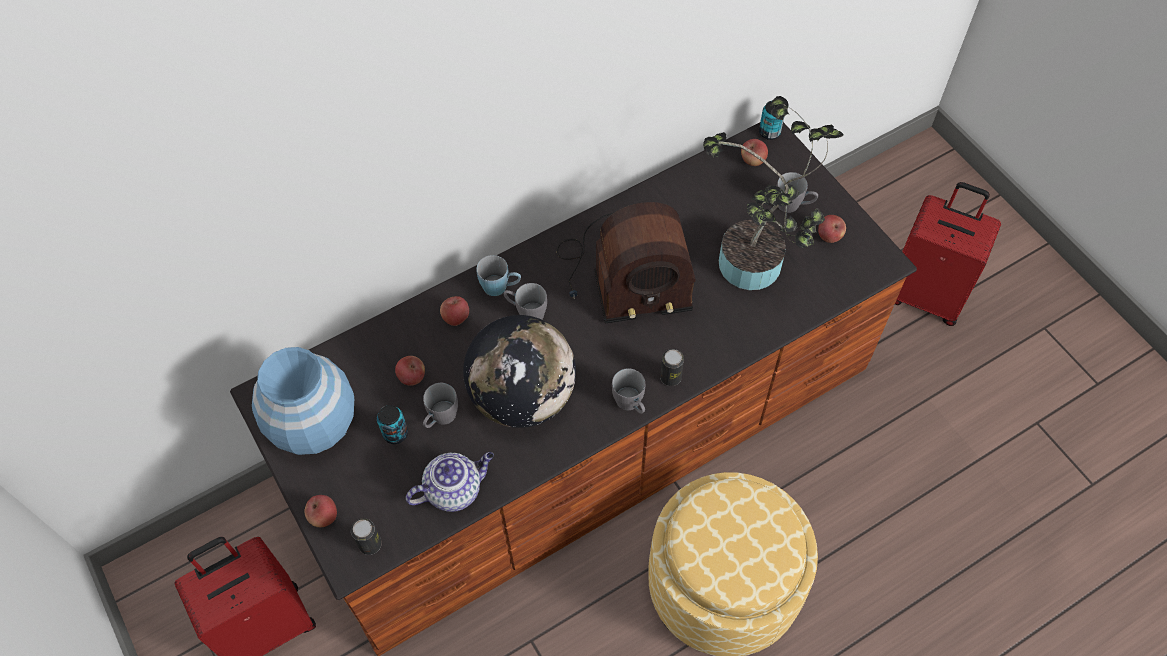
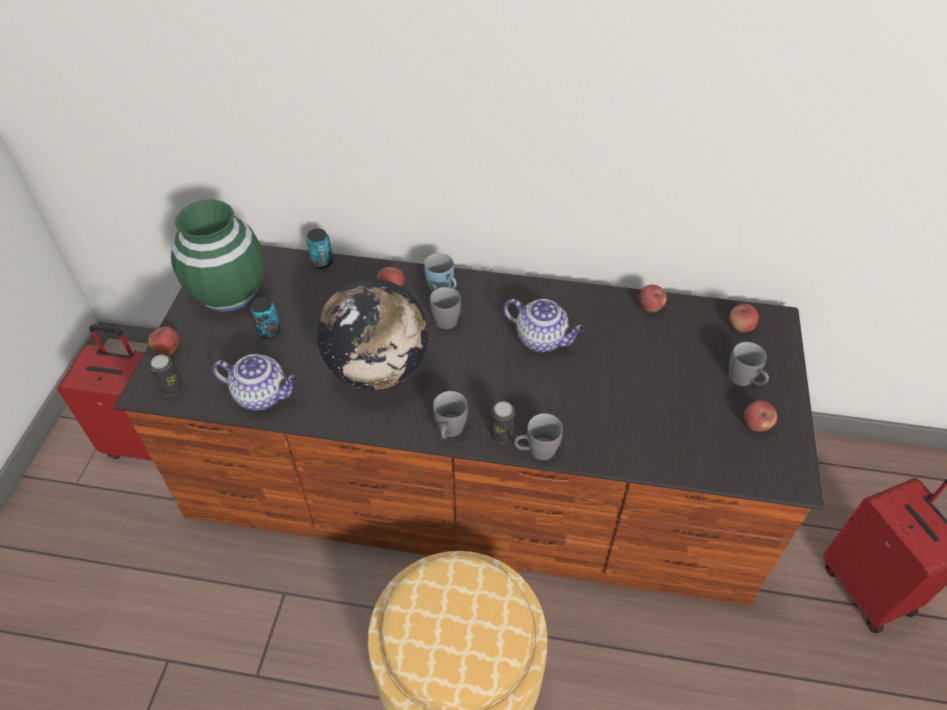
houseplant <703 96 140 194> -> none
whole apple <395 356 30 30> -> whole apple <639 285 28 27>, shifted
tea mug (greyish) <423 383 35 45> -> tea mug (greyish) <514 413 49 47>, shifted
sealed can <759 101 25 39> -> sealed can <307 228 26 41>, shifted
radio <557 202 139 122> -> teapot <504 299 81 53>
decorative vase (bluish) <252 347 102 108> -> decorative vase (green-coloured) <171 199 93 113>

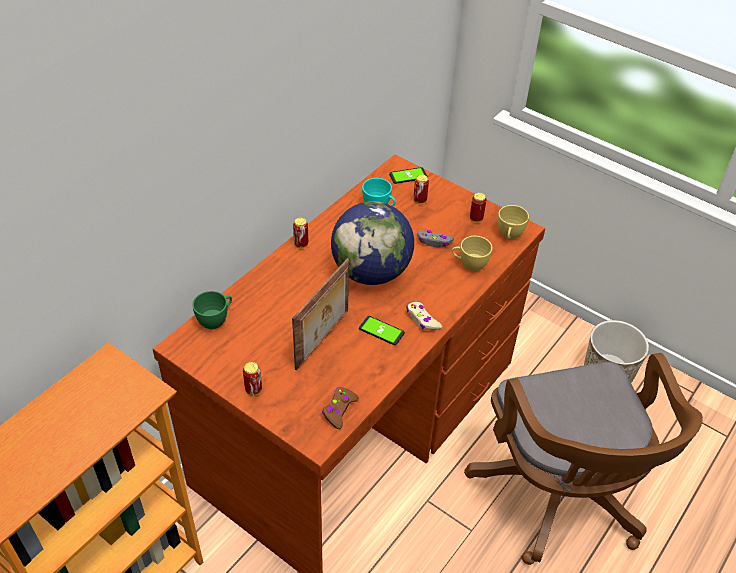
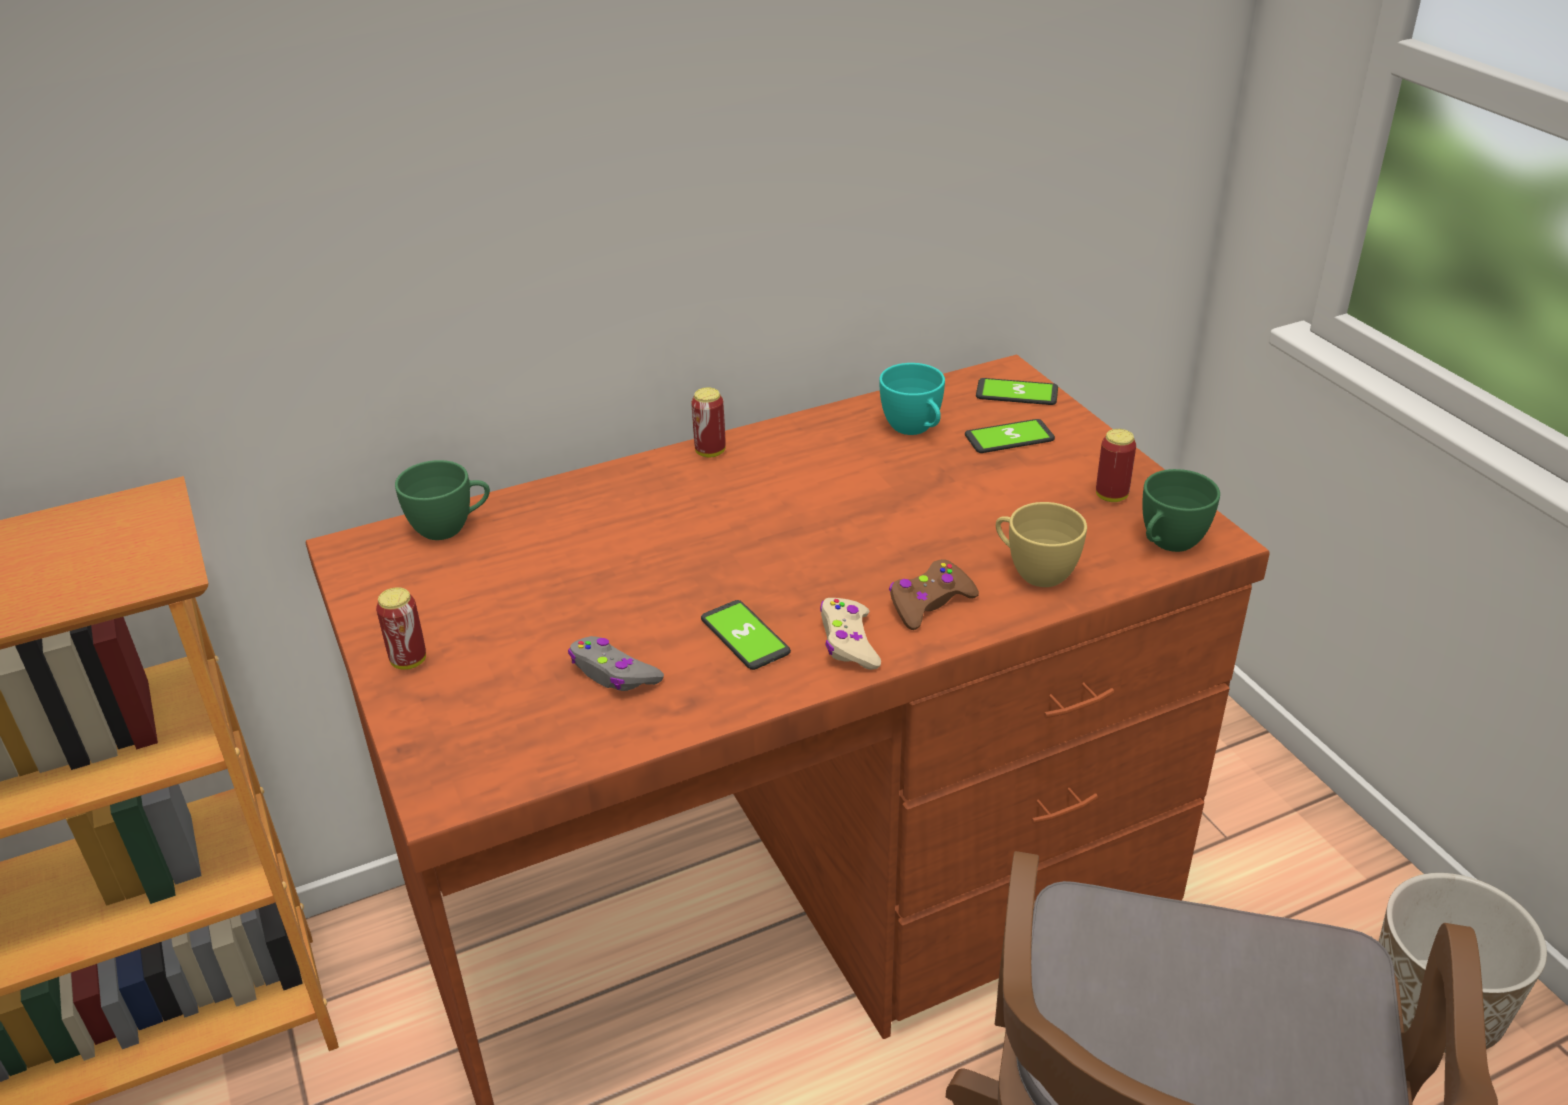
picture frame <292 258 57 112> -> none
desk globe <331 201 83 84> -> none
game controller (brown) <322 387 37 42> -> game controller (brown) <889 559 90 71>, shifted
game controller (greyish) <418 230 36 17> -> game controller (greyish) <568 636 96 55>, shifted
sealed can <413 175 16 29> -> phone <965 419 90 34>
drinking cup (yellowish) <498 205 31 34> -> drinking cup (green-coloured) <1142 469 78 83>

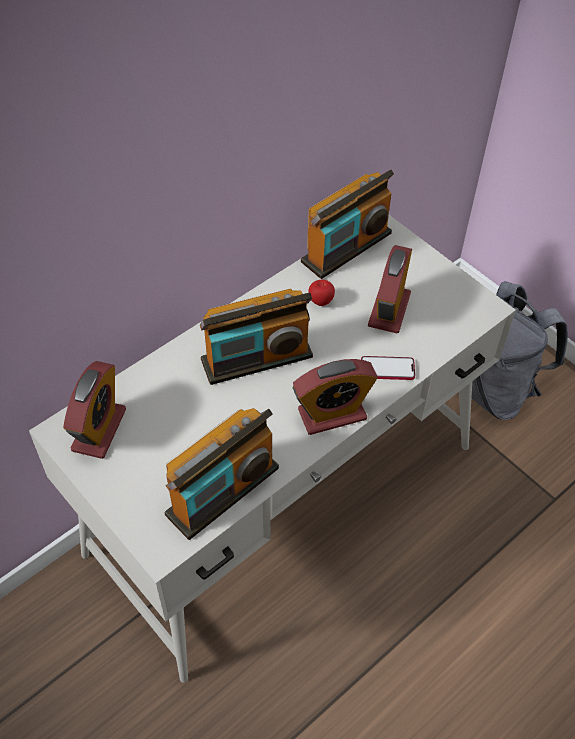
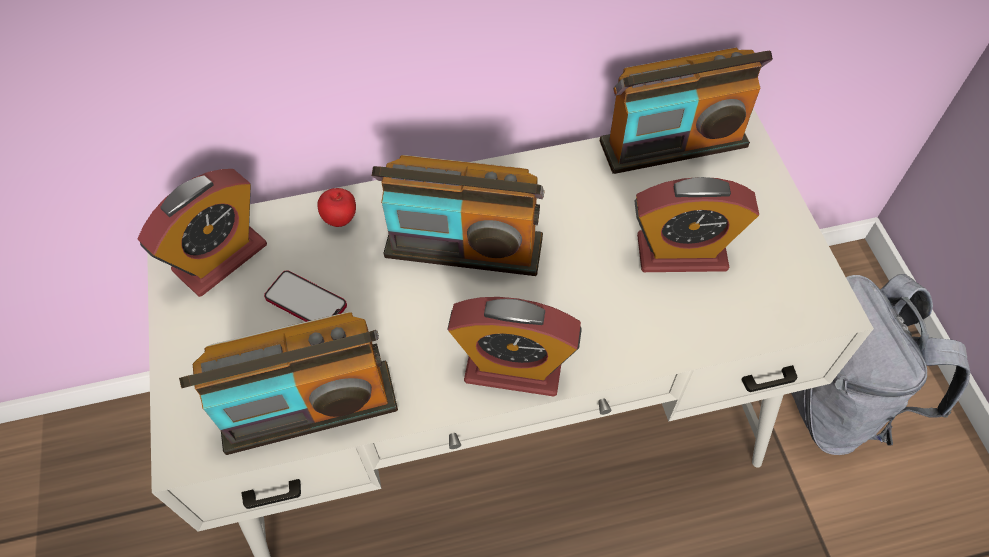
whole apple <309 280 26 26> -> whole apple <317 188 39 39>, shifted
phone <361 356 54 24> -> phone <264 270 83 52>, shifted
alarm clock <368 245 44 88> -> alarm clock <634 177 125 95>, 135 degrees counterclockwise

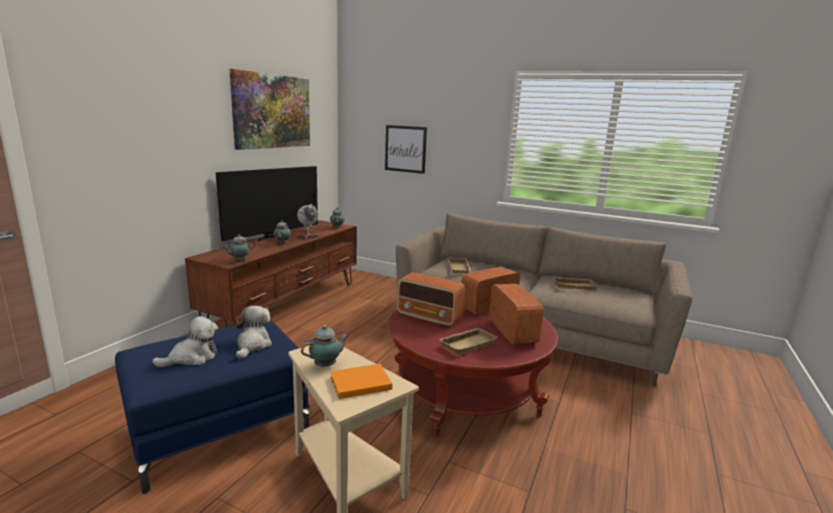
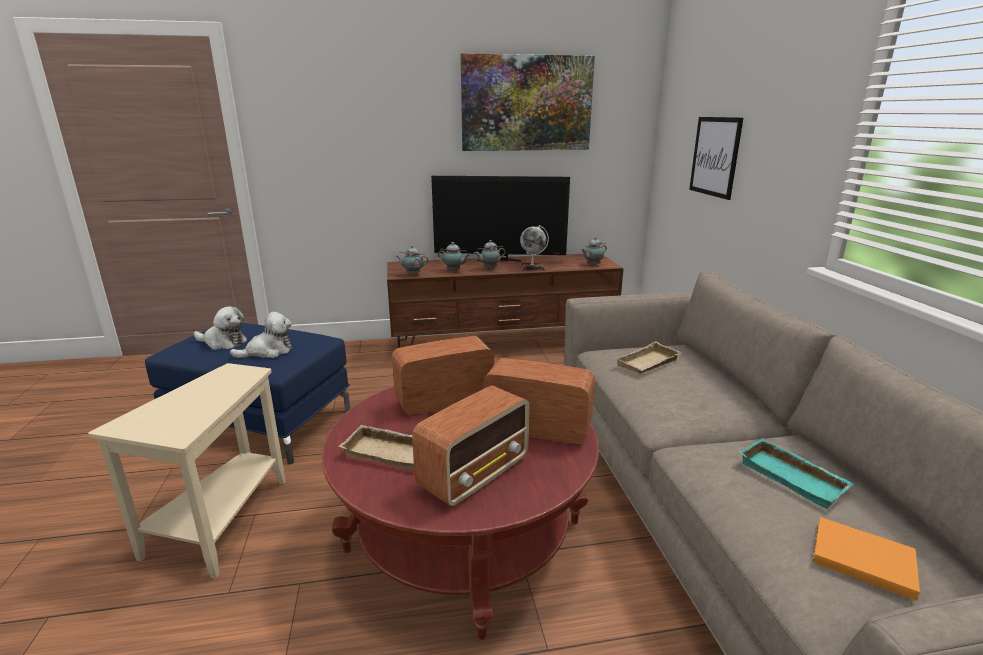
teapot <301 325 49 42> -> teapot <438 242 32 29>, shifted
bound book (orange-coloured) <330 364 62 35> -> bound book (orange-coloured) <813 517 107 84>, shifted
carrying tray (sand-coloured) <553 277 45 13> -> carrying tray (blue-green) <739 438 116 71>
radio <397 272 68 55> -> radio <392 336 102 80>, 75 degrees clockwise

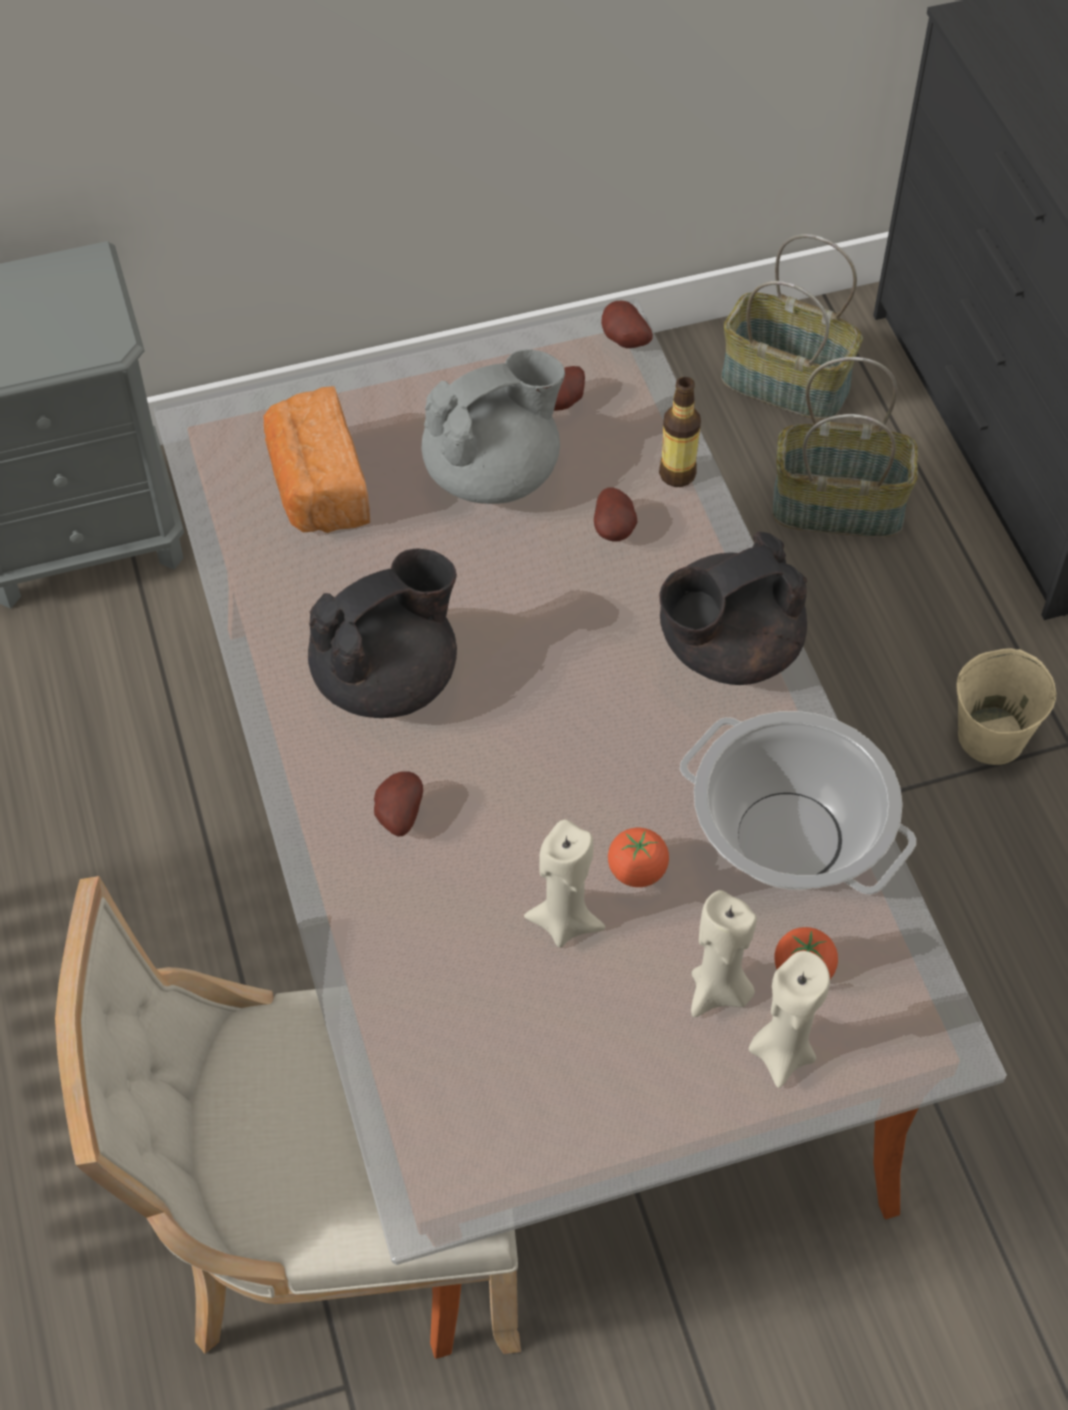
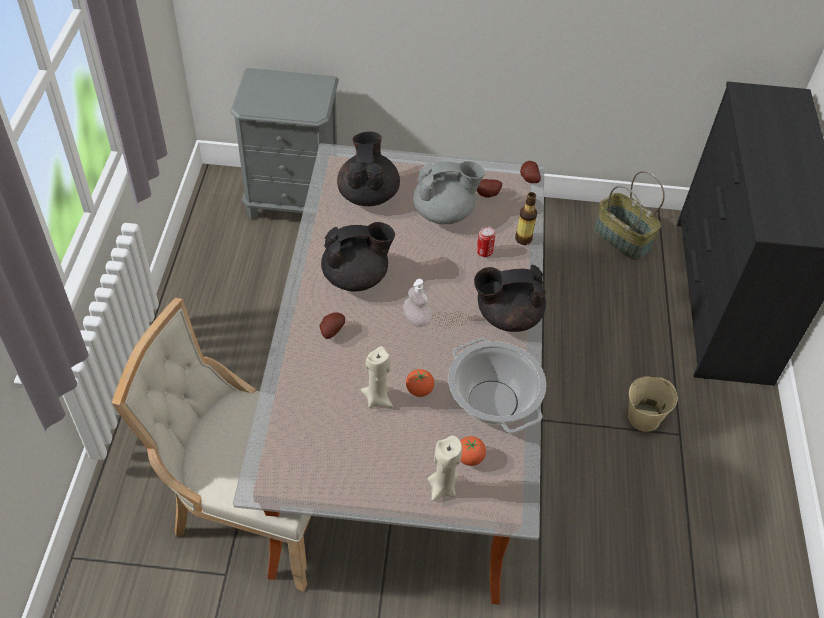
wax candle (sand-coloured) <691 890 66 127> -> none
household basket <772 357 146 180> -> none
none -> soap dispenser <403 279 29 48>
bread <264 386 106 147> -> teapot (black-coloured) <337 132 63 74>
potato <594 487 43 54> -> sealed can <477 226 18 31>

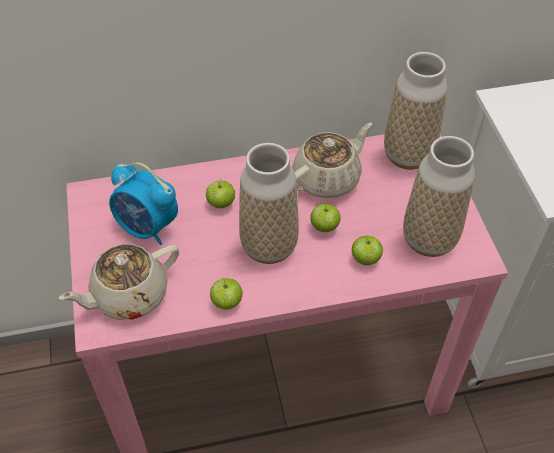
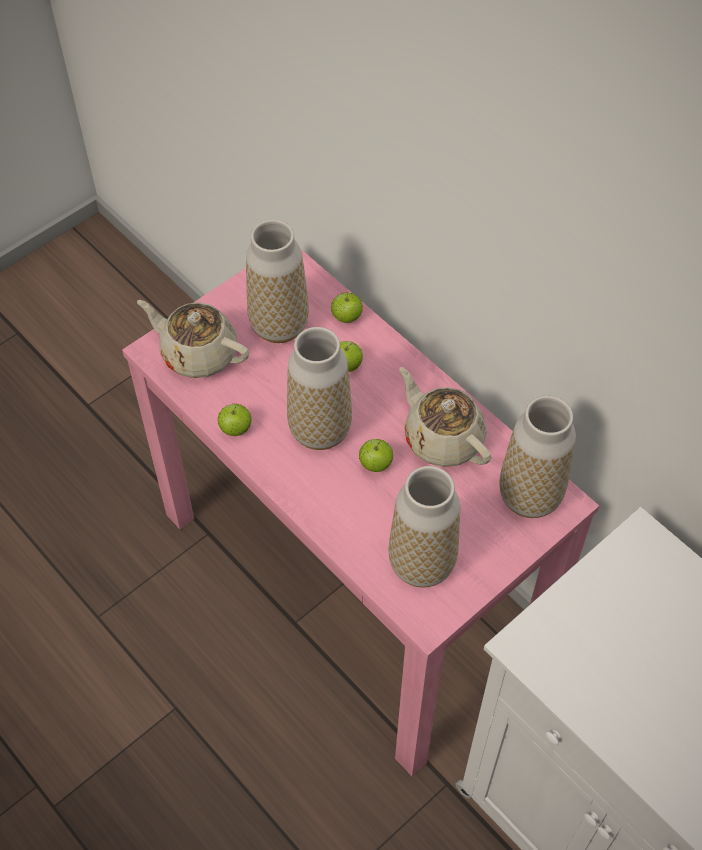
whole apple <352 235 31 30> -> whole apple <331 292 32 31>, shifted
alarm clock <109 162 69 83> -> decorative vase <246 219 63 124>
teapot (sand-coloured) <292 123 80 75> -> teapot (sand-coloured) <399 367 92 100>, 150 degrees counterclockwise

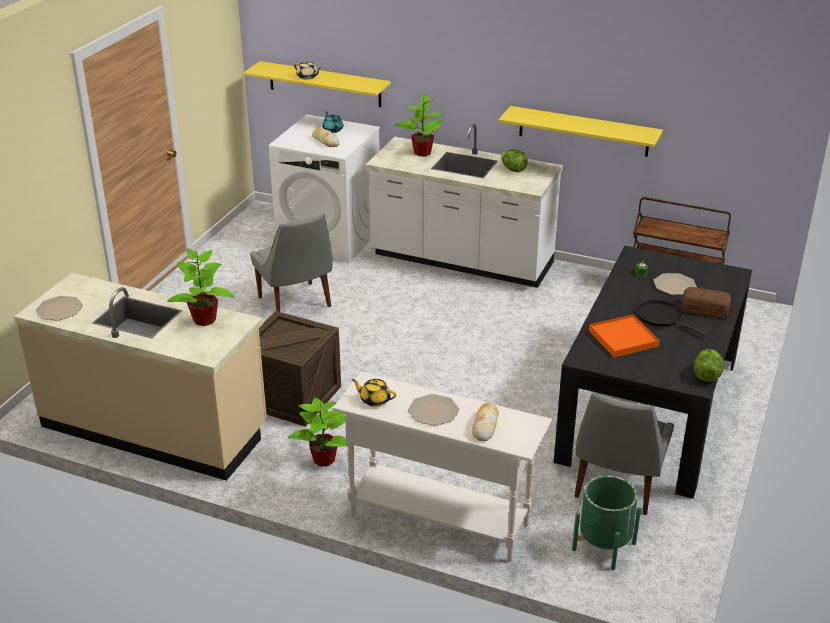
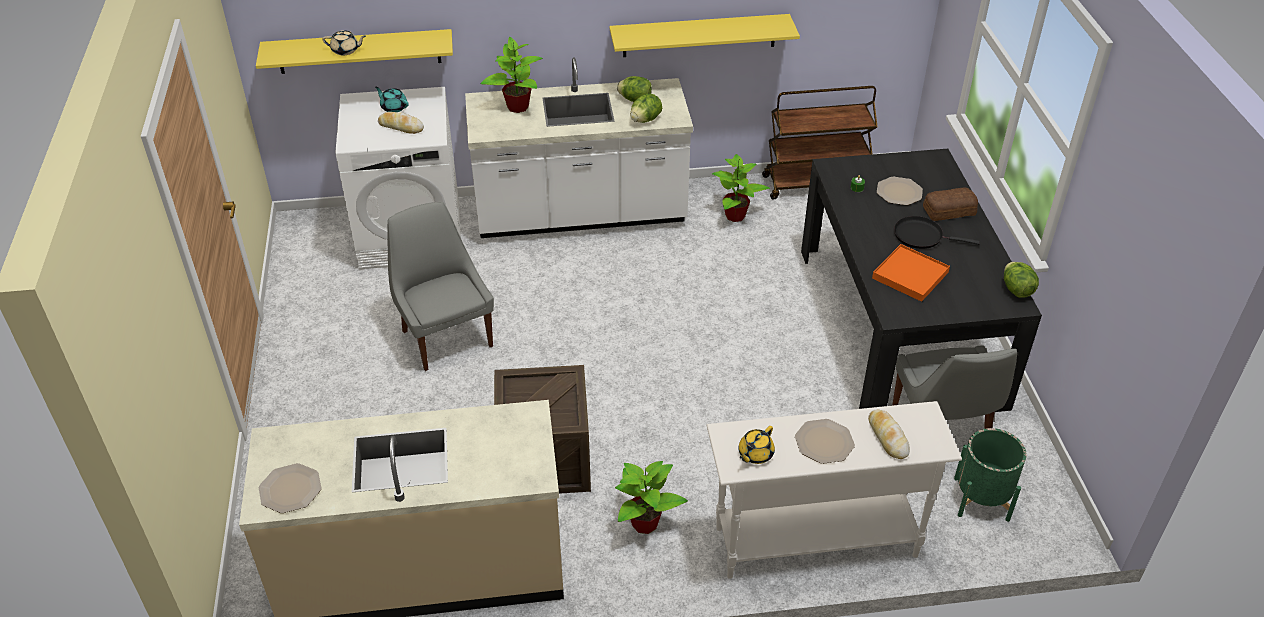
none -> head of lettuce <630 93 32 30>
houseplant <167 249 67 77> -> houseplant <712 154 58 68>, shifted
plain chair (greyish) <250 214 83 98> -> plain chair (greyish) <387 202 107 169>, 150 degrees counterclockwise
teapot (yellowish) <351 379 46 28> -> teapot (yellowish) <738 426 37 38>, 45 degrees counterclockwise

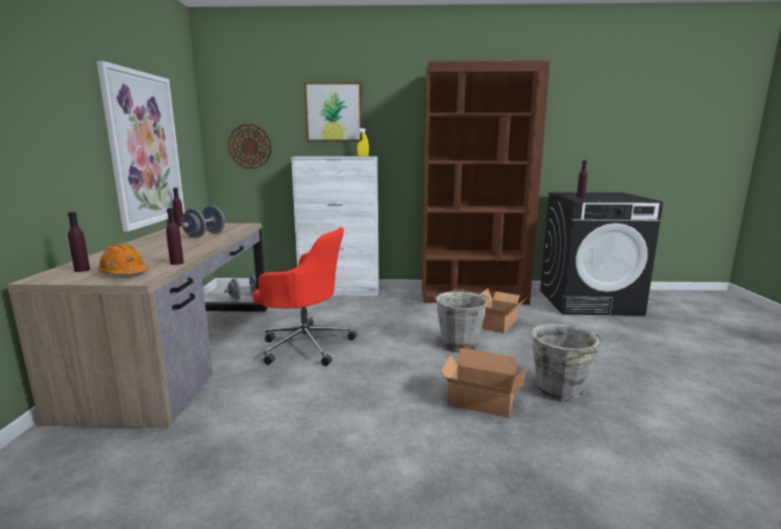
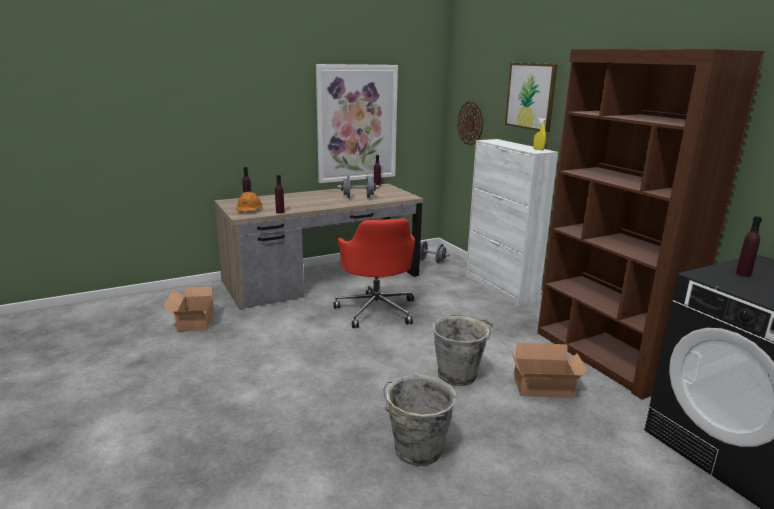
carton <441 348 86 70> -> carton <163 286 54 46>, shifted

